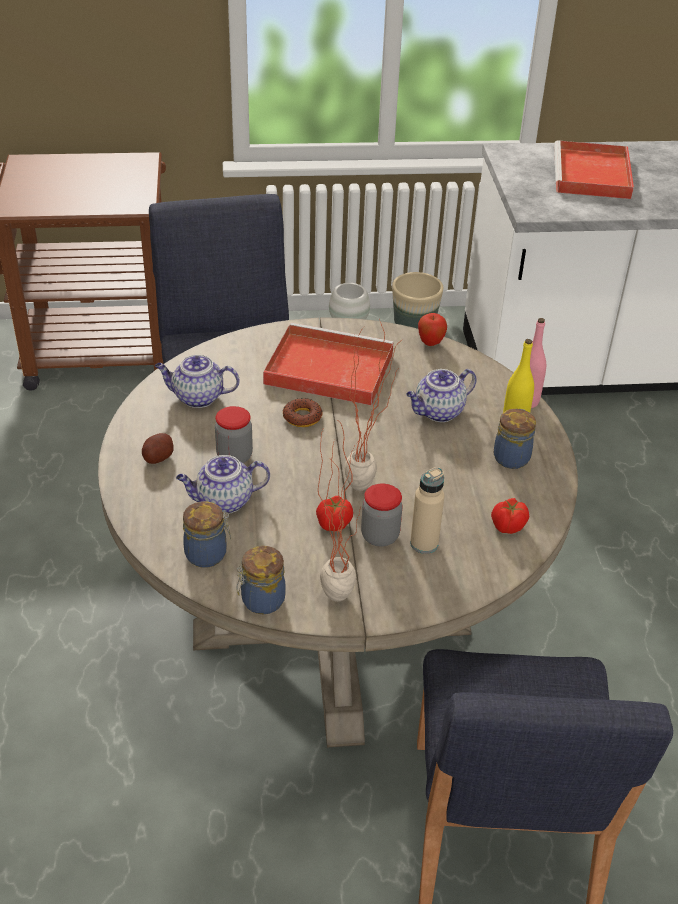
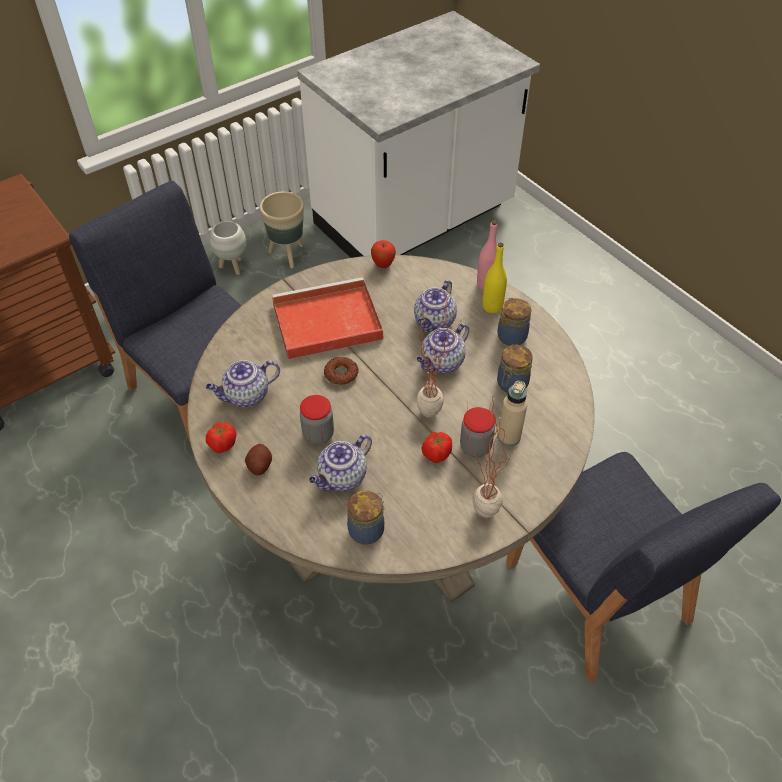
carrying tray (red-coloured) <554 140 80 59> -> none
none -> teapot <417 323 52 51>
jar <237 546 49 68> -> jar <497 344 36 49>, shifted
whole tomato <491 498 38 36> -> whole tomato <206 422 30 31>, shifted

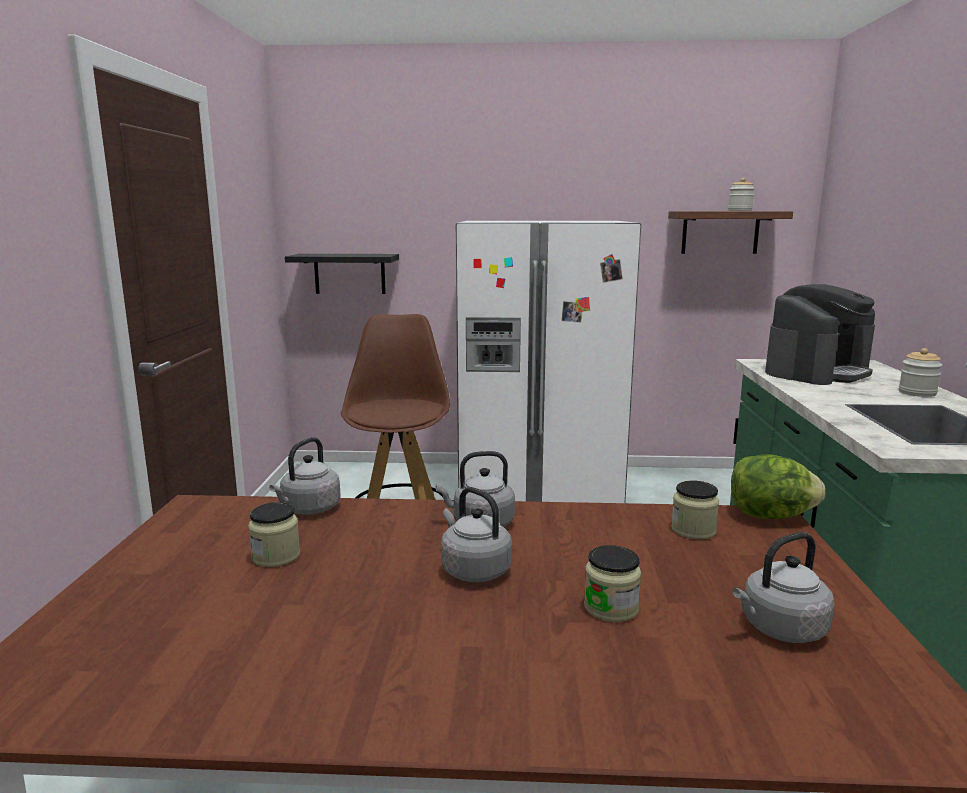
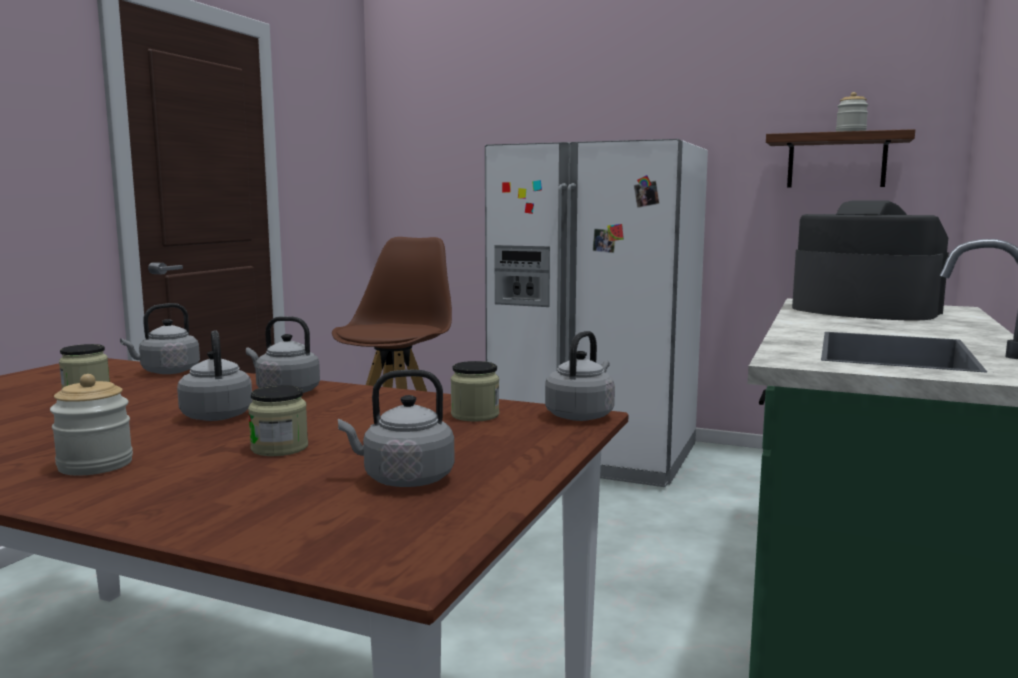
bracket shelf (black-coloured) <285 254 114 40> -> none
jar <899 348 43 49> -> jar <50 374 83 102>, shifted
head of lettuce <731 454 94 65> -> kettle (greyish) <545 331 70 90>
coffee brewer <765 284 110 101> -> coffee brewer <792 201 157 120>, 120 degrees counterclockwise

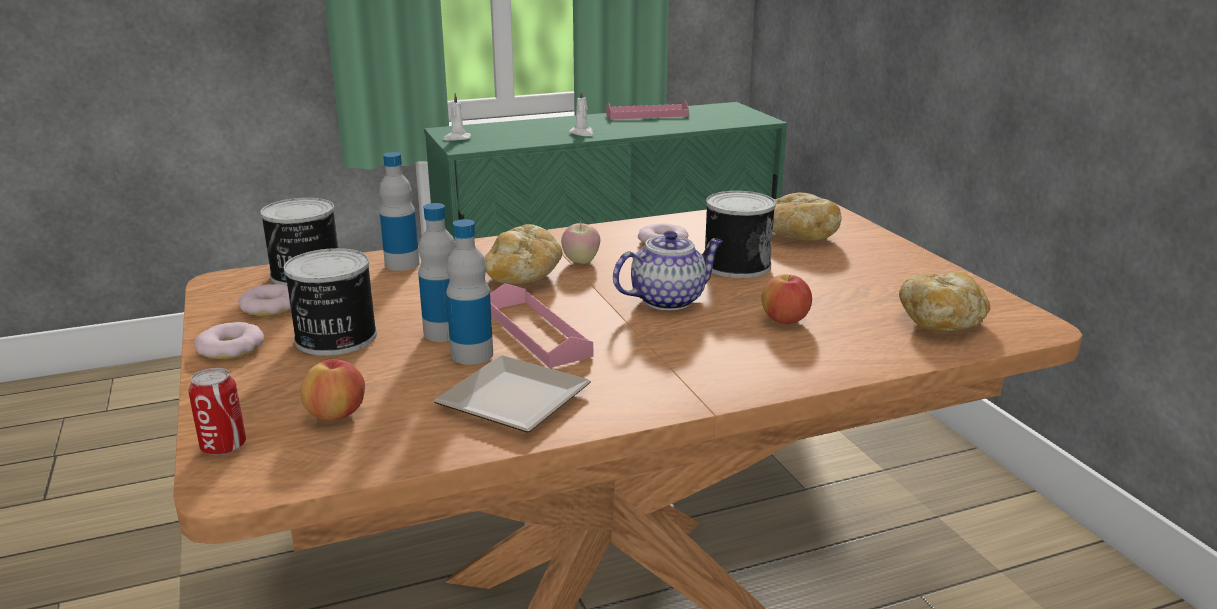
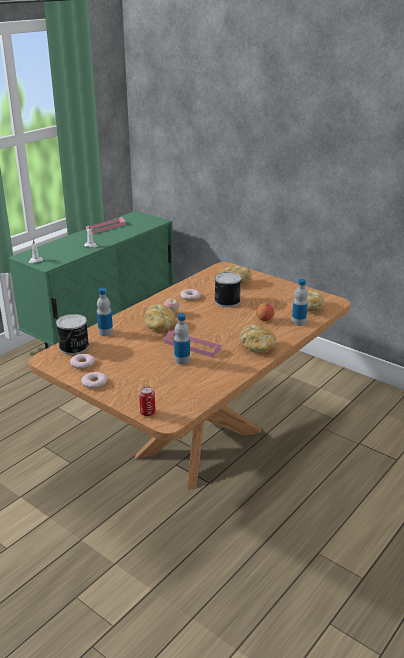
sealed can <284 248 93 108> -> none
whole apple <300 359 65 62> -> none
flat dish <433 355 158 77> -> none
teapot <613 230 110 80> -> none
none -> bread <240 325 36 27>
drink bottle <418 203 37 139> -> drink bottle <292 279 16 47>, shifted

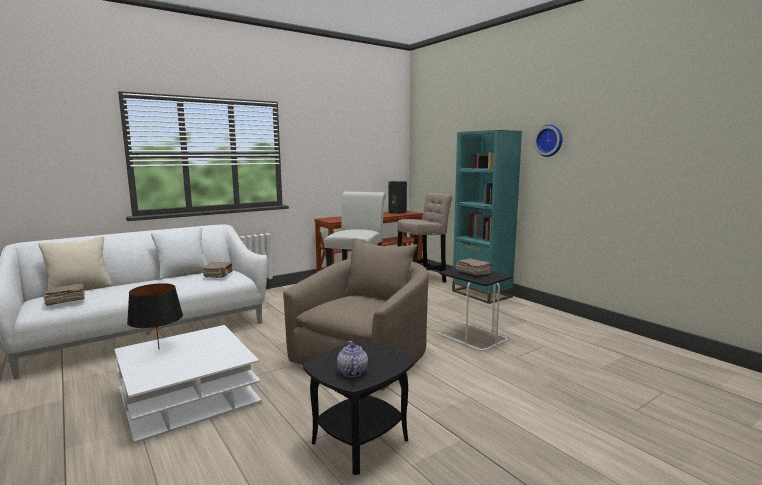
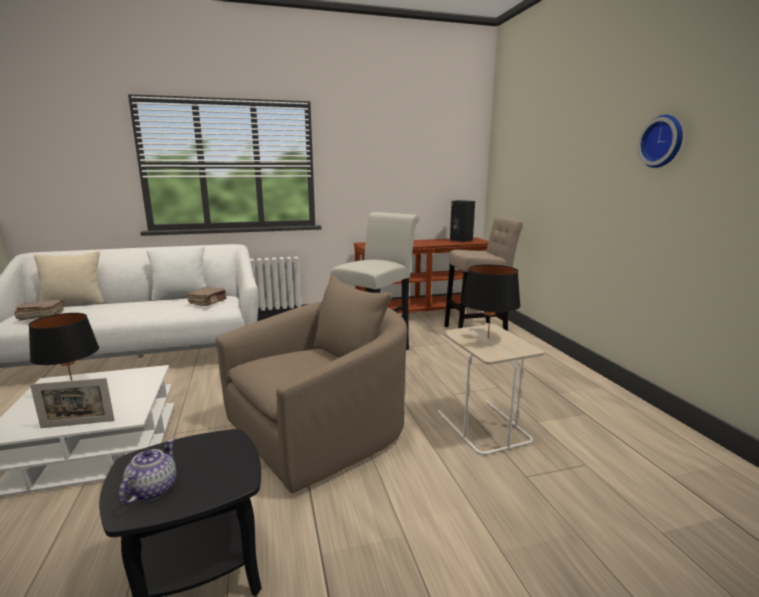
shelving unit (blue-green) <452 130 70 174> -> none
none -> picture frame <30 378 85 50>
bound book (brown) <455 258 37 18> -> tabletop lamp (black-coloured) <462 264 59 75>
side table (black-coloured) <437 268 75 84> -> side table (sand-coloured) <438 324 106 132>

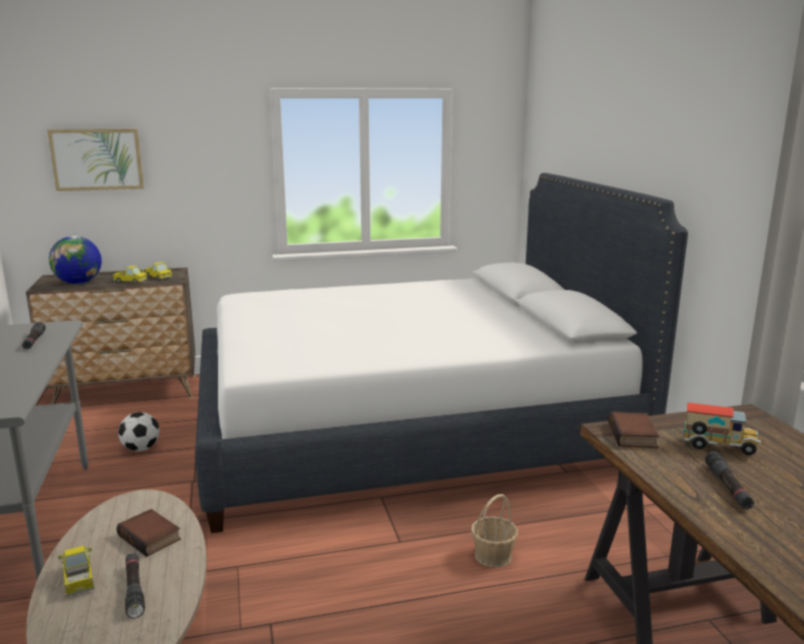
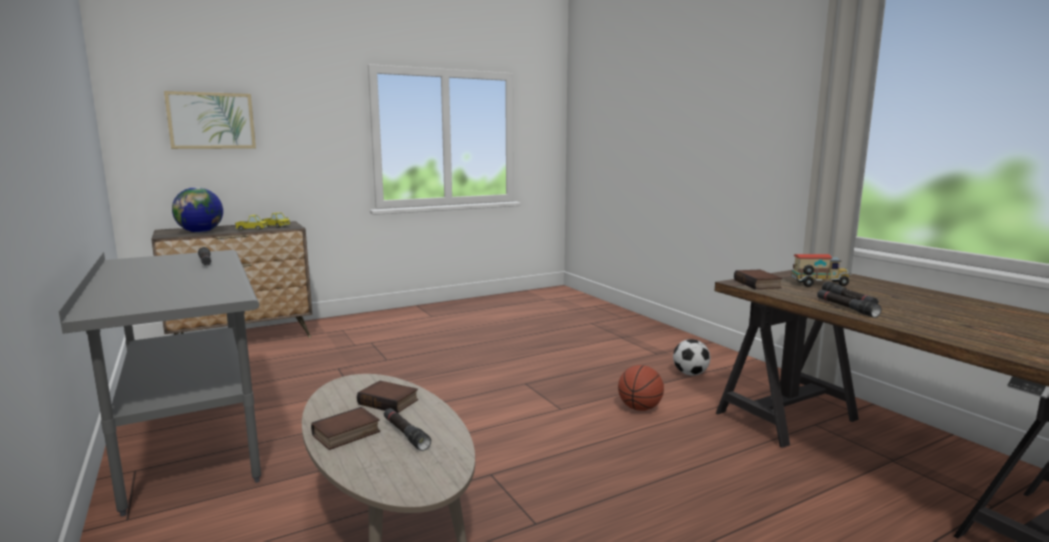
bed (white) <195 173 493 360> -> none
none -> hand torch (black-coloured) <817 290 64 28>
ball for football <118 412 42 39> -> ball for football <673 339 37 37>, shifted
toy lorry <58 546 37 51> -> bound book <311 407 69 43>
household basket <471 494 47 74> -> basketball ball <618 365 46 46>

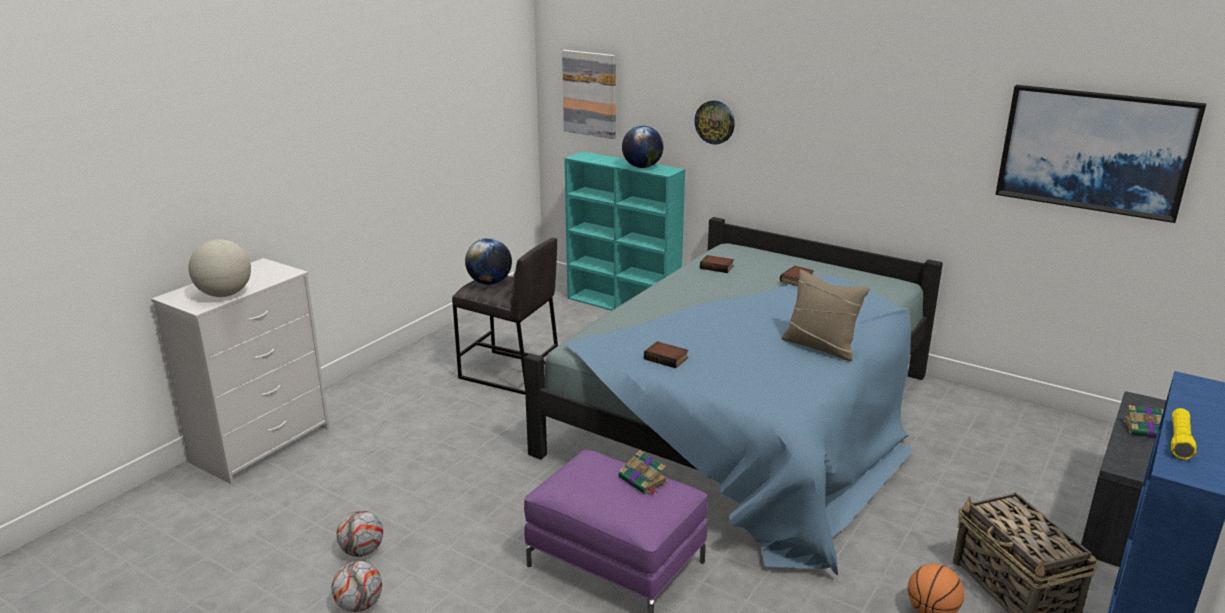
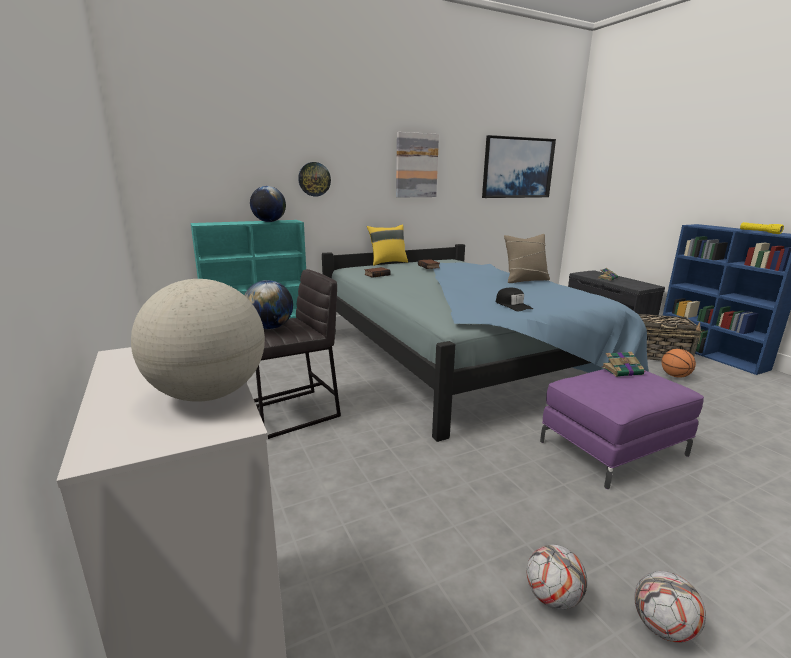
none -> cushion (yellowish) <367 224 41 42>
picture <562 50 54 89> -> picture <396 132 43 66>, shifted
bound book <644 341 45 27> -> cap (black-coloured) <496 288 37 23>

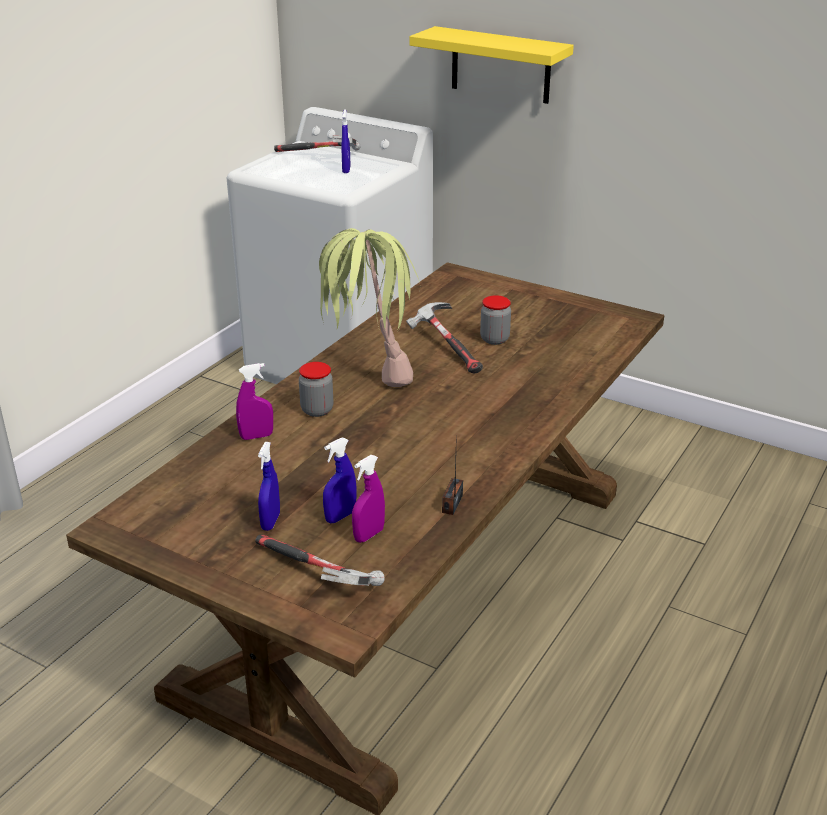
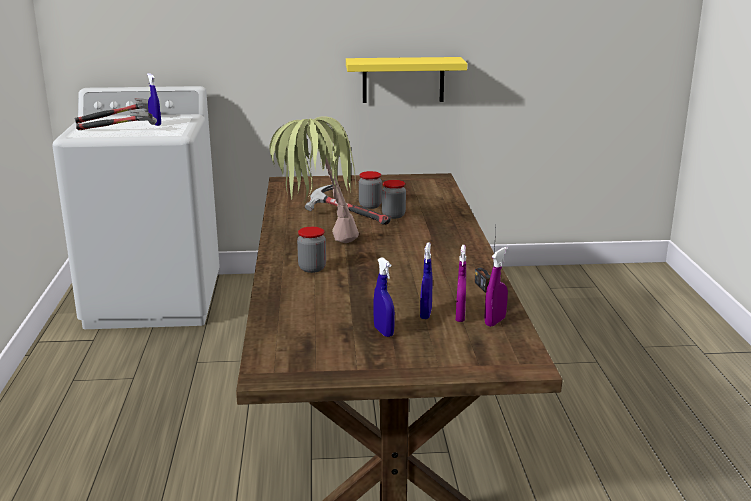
none -> jar <382 180 24 39>
sprayer (purple) <236 363 37 77> -> sprayer (purple) <484 247 24 80>, shifted
tool hammer <255 535 130 51> -> tool hammer <76 110 81 20>, shifted
bracket shelf (yellowish) <409 26 165 78> -> bracket shelf (yellowish) <346 57 121 46>, shifted

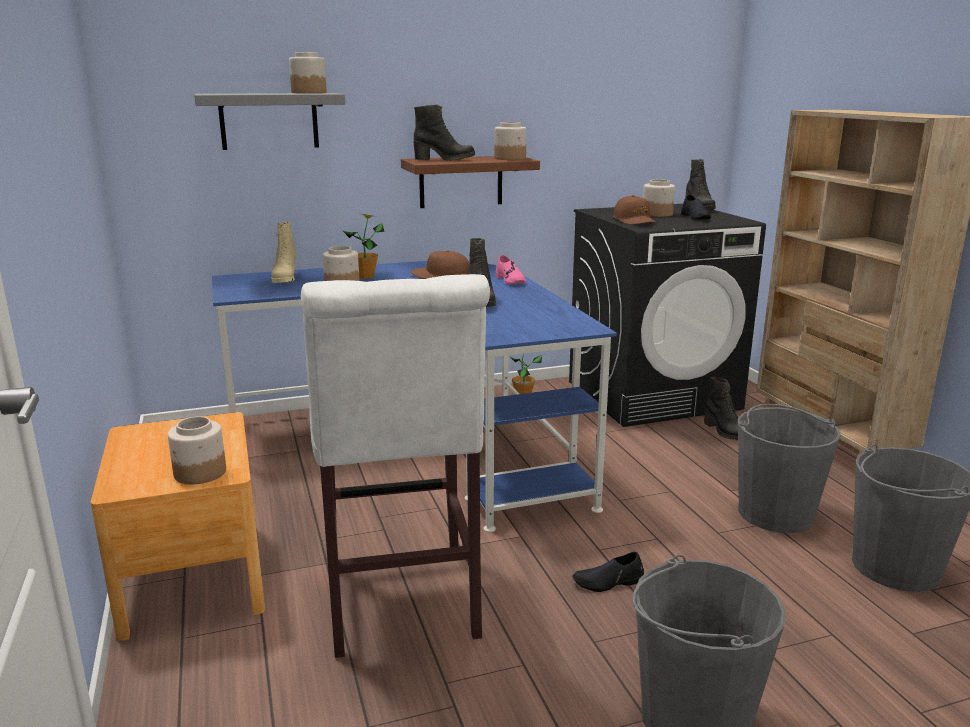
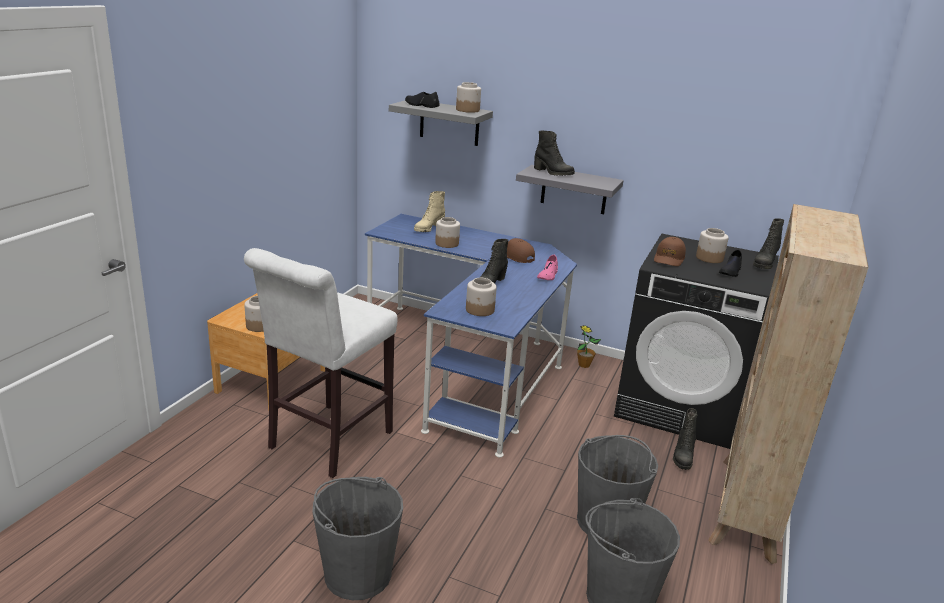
houseplant <343 214 42 65> -> none
jar <494 122 33 38> -> jar <466 278 31 38>, shifted
low shoe (black-coloured) <572 552 72 40> -> low shoe (black-coloured) <405 92 35 16>, shifted
bracket shelf (brown) <401 156 139 52> -> bracket shelf (greyish) <516 165 108 49>

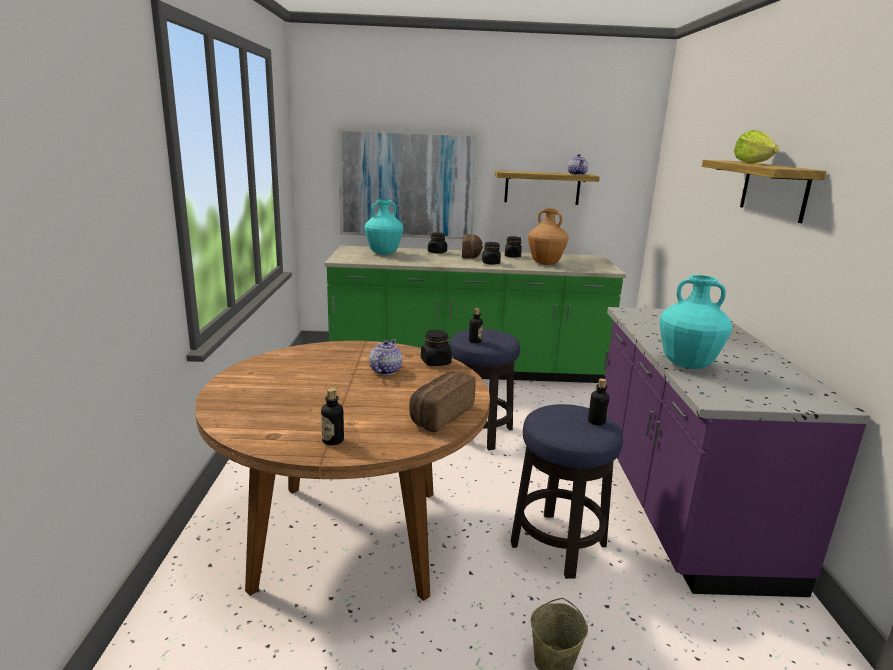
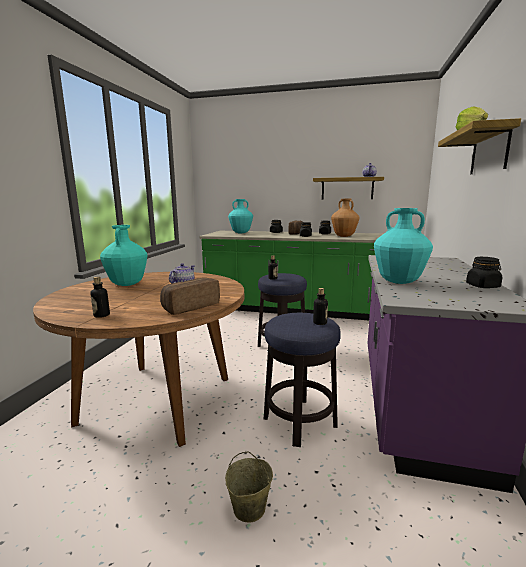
picture <338 128 140 111> -> none
none -> decorative vase (blue-green) <100 225 47 61>
jar (black-coloured) <421 330 31 36> -> jar (black-coloured) <466 257 36 31>, shifted

